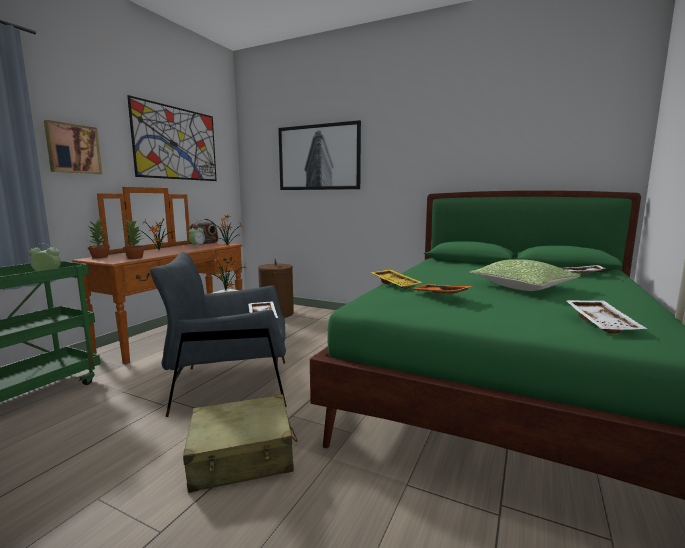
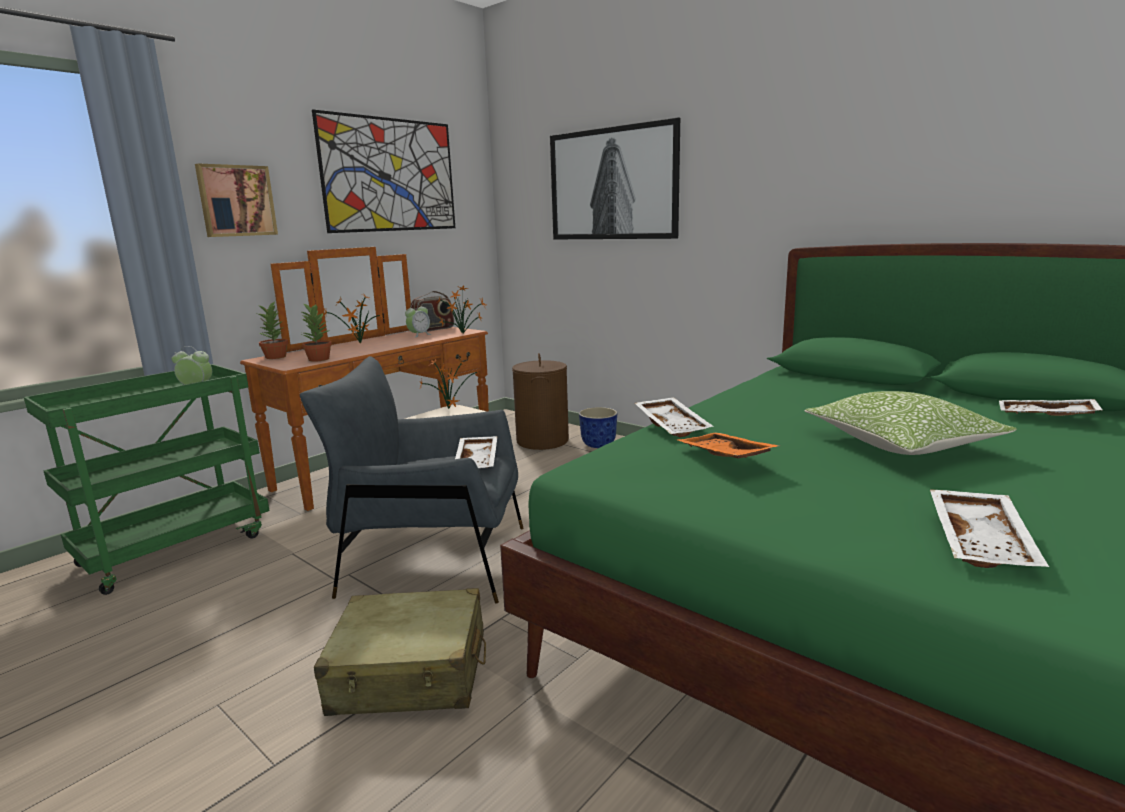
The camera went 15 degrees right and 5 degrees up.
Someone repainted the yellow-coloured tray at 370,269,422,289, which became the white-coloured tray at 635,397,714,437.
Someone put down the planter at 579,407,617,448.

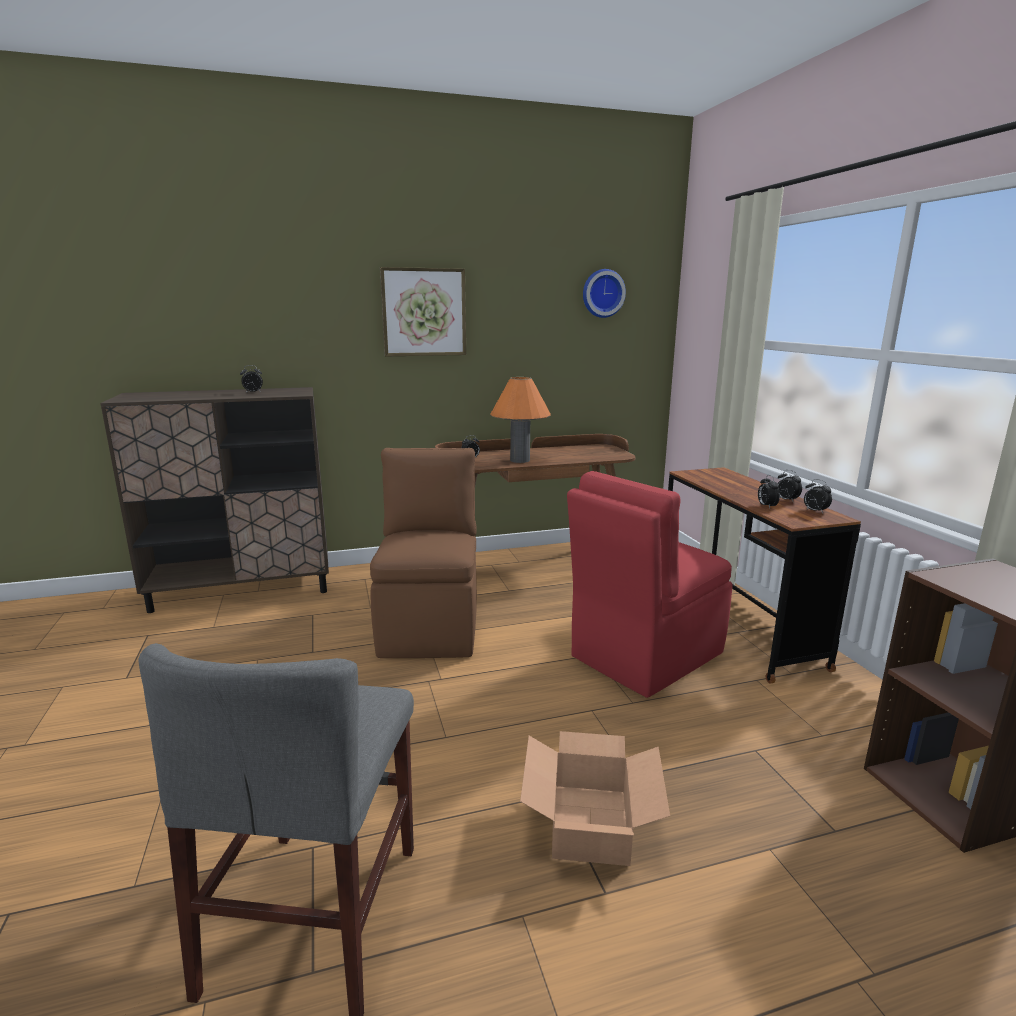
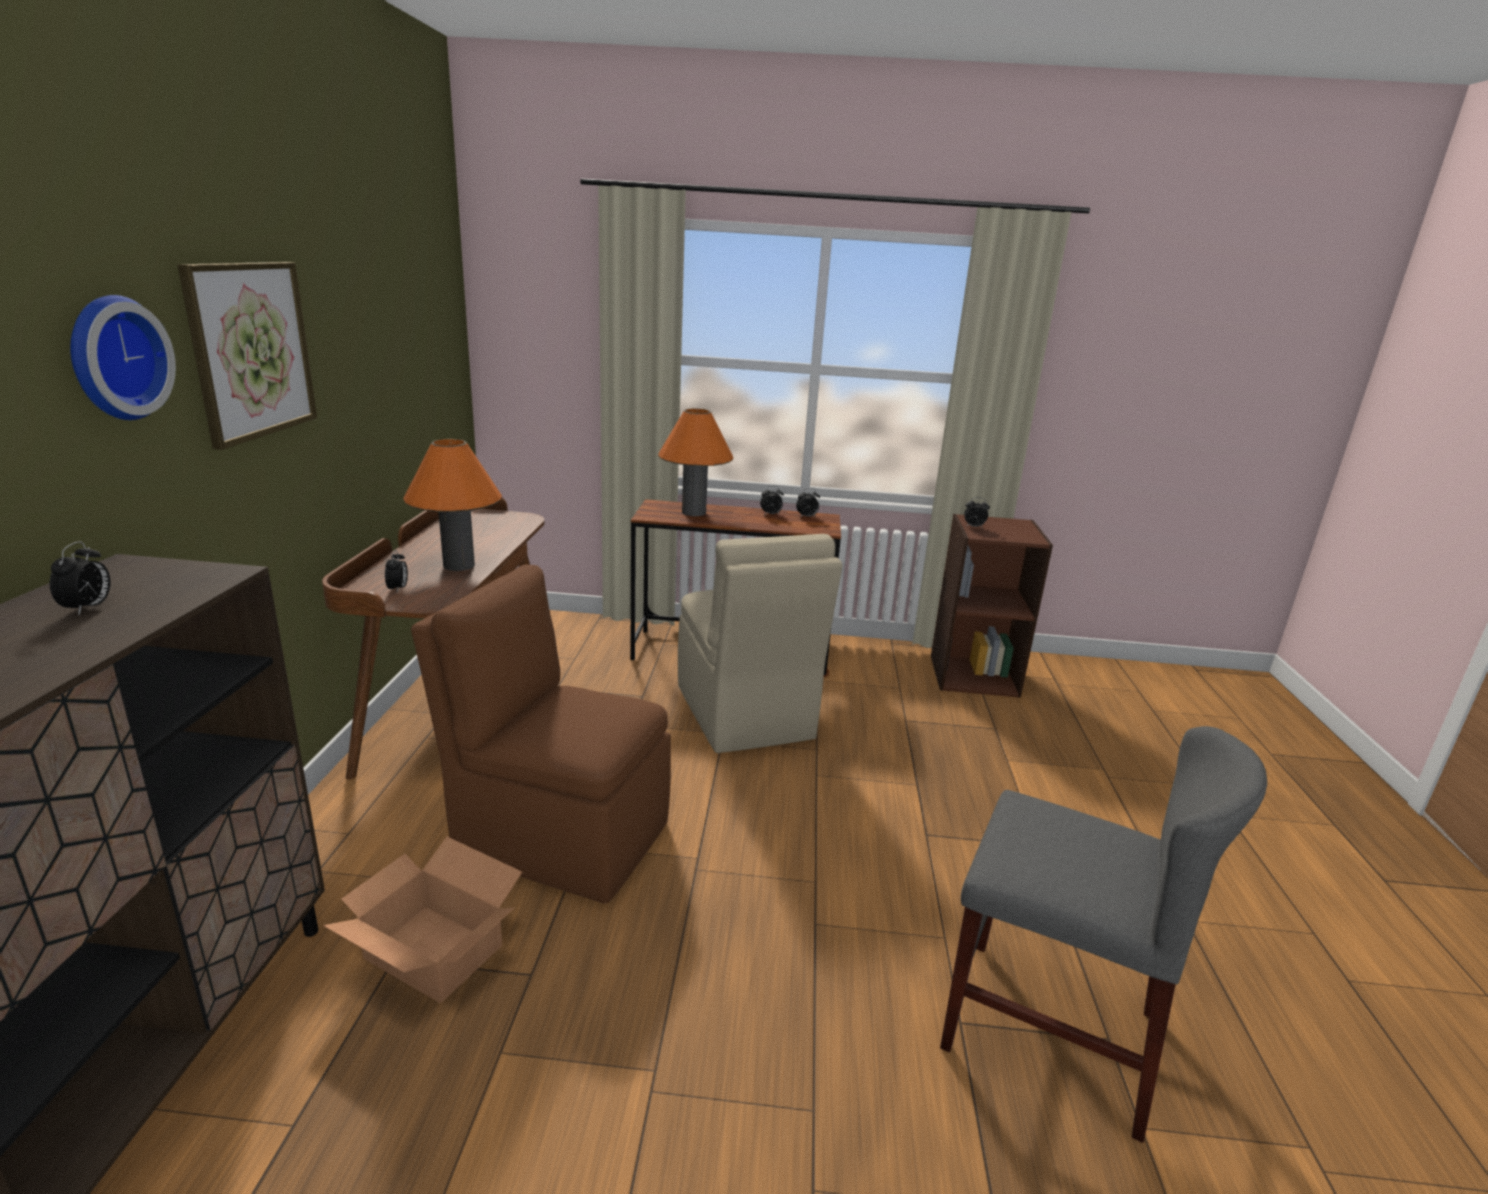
The camera went 70 degrees left and 5 degrees up.
Someone carried the clock on the wall from 583,269,626,318 to 70,295,176,420.
Someone repainted the reddish upright chair at 567,471,733,698, which became the beige upright chair at 678,534,842,753.
Someone carried the table clock from 758,475,780,508 to 964,497,990,529.
Someone carried the packing box from 520,731,670,866 to 323,837,522,1003.
Someone put down the orange table lamp at 658,408,733,516.

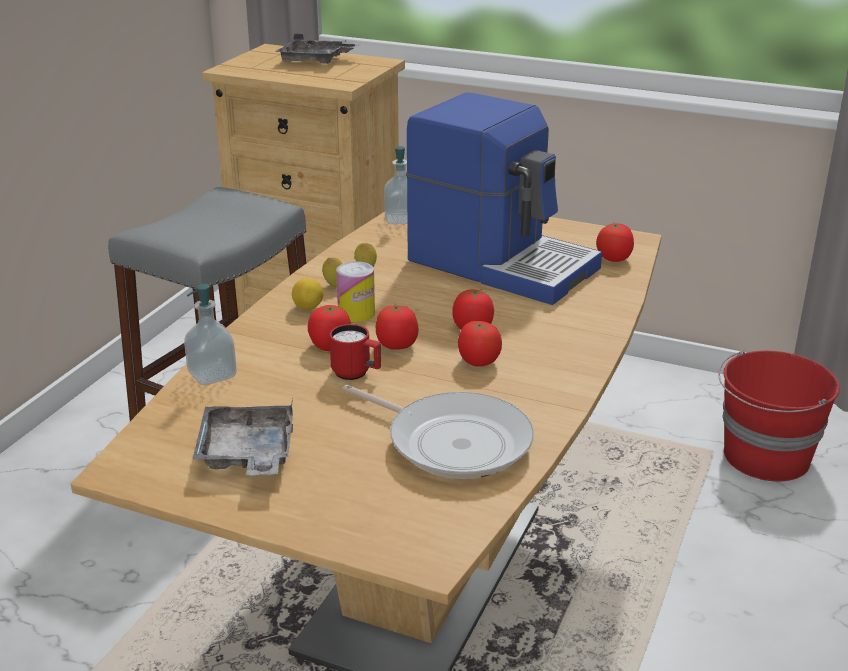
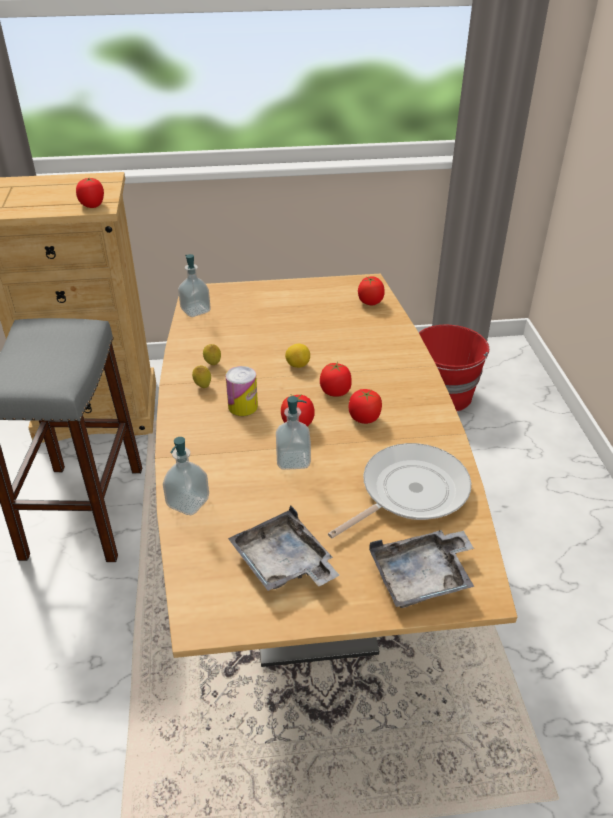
The camera went 30 degrees left and 10 degrees up.
Someone carried the greyish tray from 275,33,361,64 to 369,530,474,608.
Someone took away the coffee brewer at 406,92,602,305.
Someone carried the whole lemon from 292,278,324,310 to 285,344,310,368.
Someone carried the tomato from 308,305,351,351 to 76,178,104,208.
Someone swapped the reddish tea mug at 329,324,381,380 for the soap bottle at 276,396,311,470.
Someone rotated the frying pan at 342,385,534,479 by 45 degrees counterclockwise.

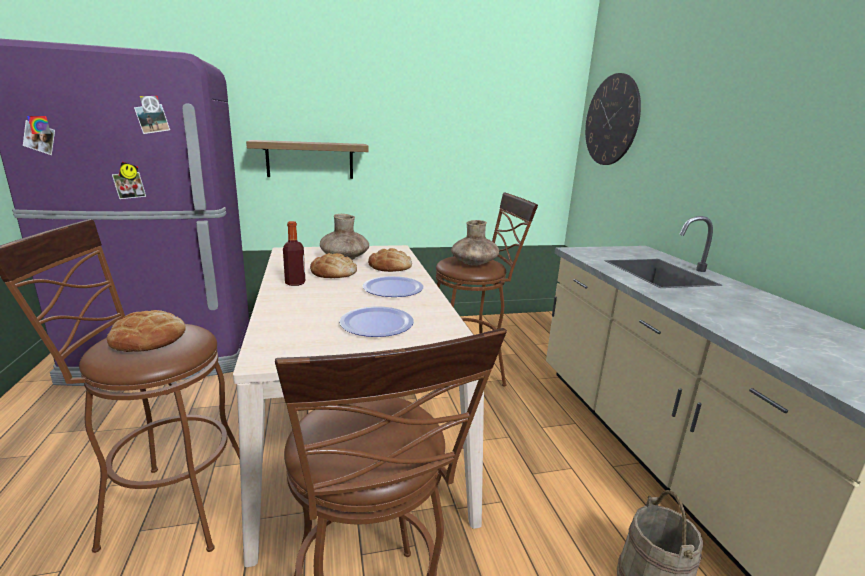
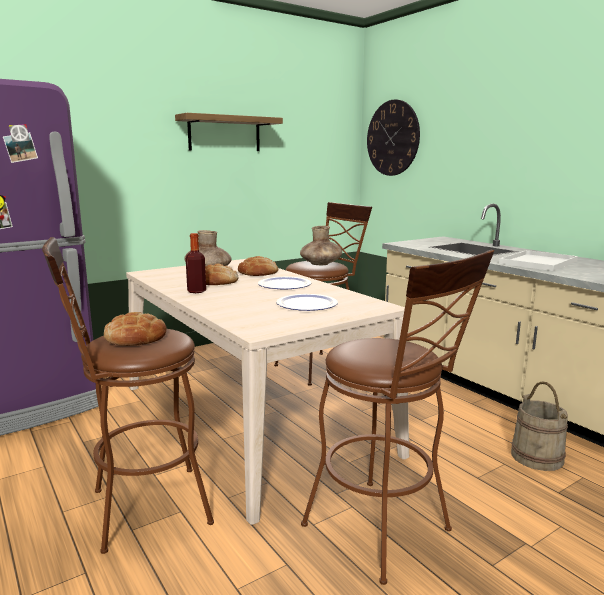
The camera went 20 degrees left and 5 degrees down.
Someone carried the bracket shelf from 246,140,369,179 to 175,113,283,151.
Someone put down the white-coloured tray at 499,250,578,271.

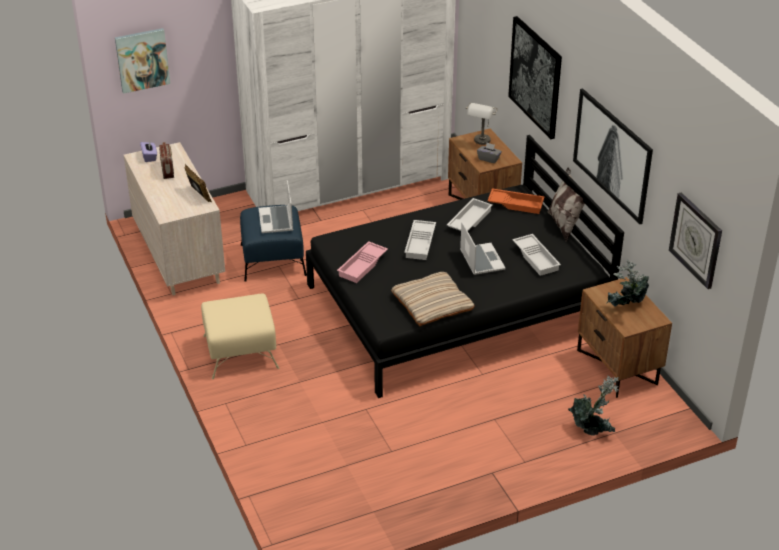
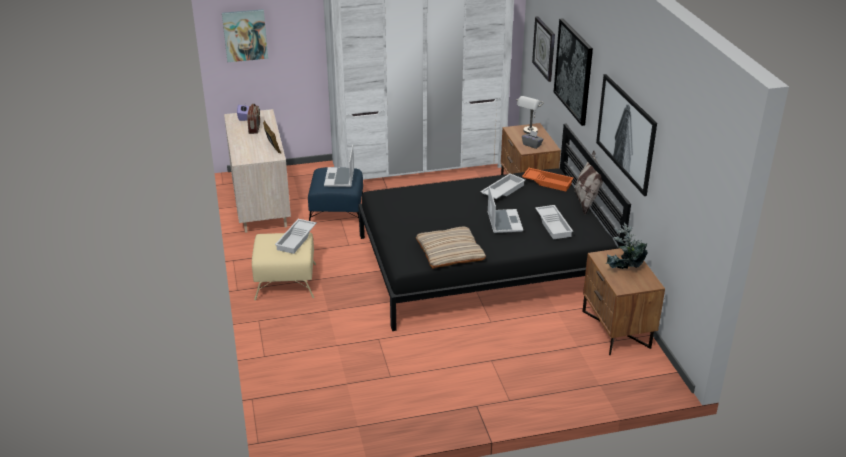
The camera went 10 degrees right and 5 degrees down.
Someone carried the clock on the wall from 669,192,722,289 to 532,16,555,82.
Someone carried the white-coloured tray from 404,220,436,260 to 275,219,317,254.
Someone took away the pink tray at 337,241,388,283.
Someone took away the potted plant at 568,376,619,436.

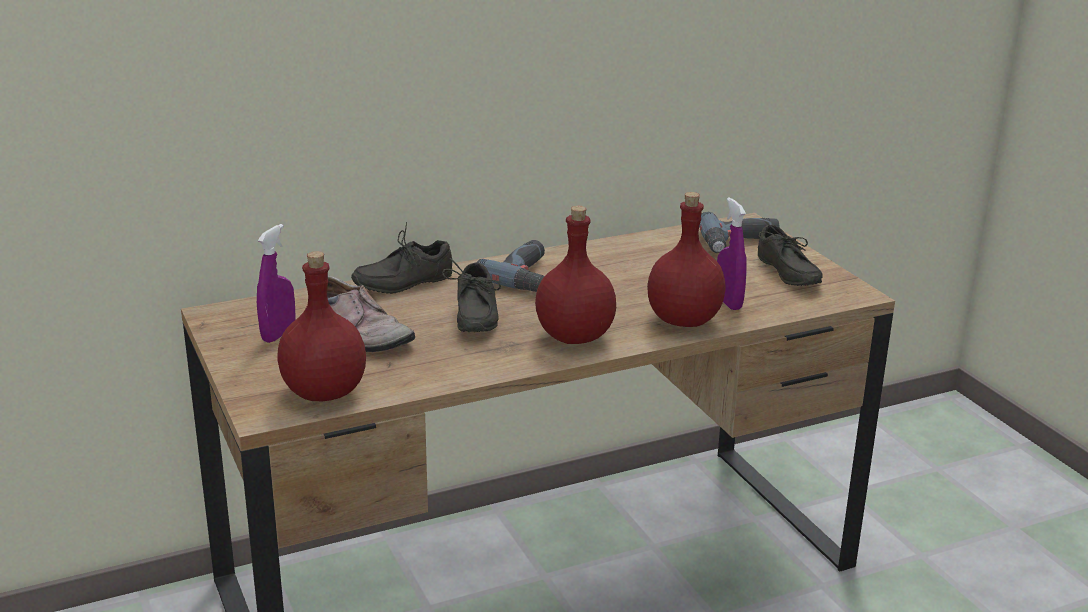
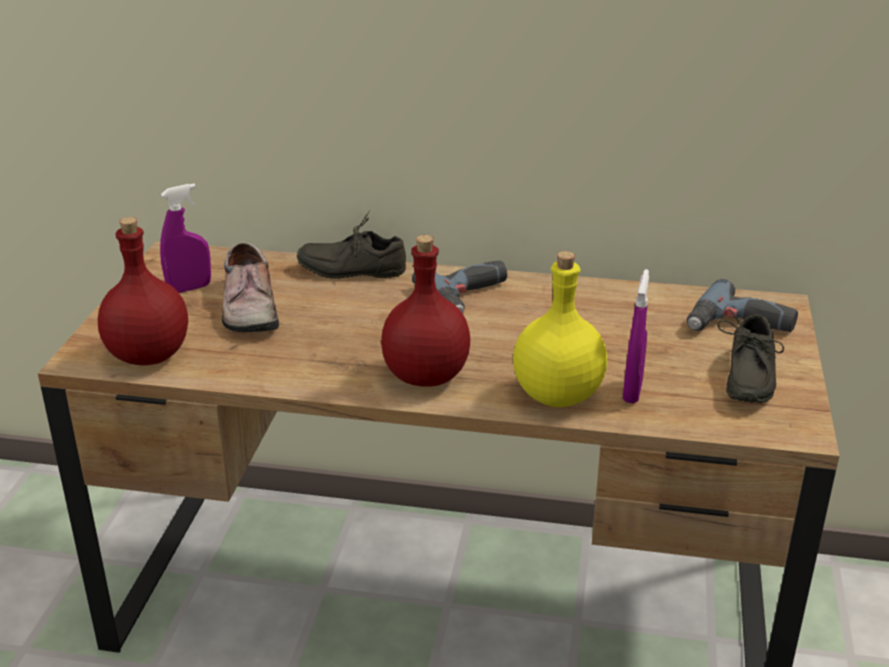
The camera went 35 degrees right and 5 degrees up.
Someone repainted the reddish bottle at 647,192,726,327, which became the yellow-coloured bottle at 513,251,607,407.
Someone took away the greyish item of footwear at 442,258,501,332.

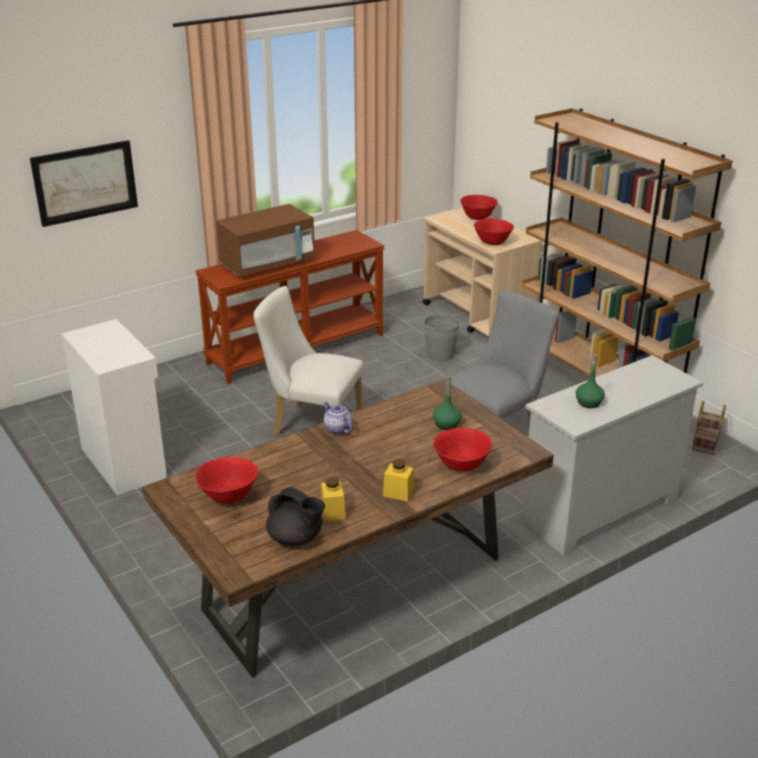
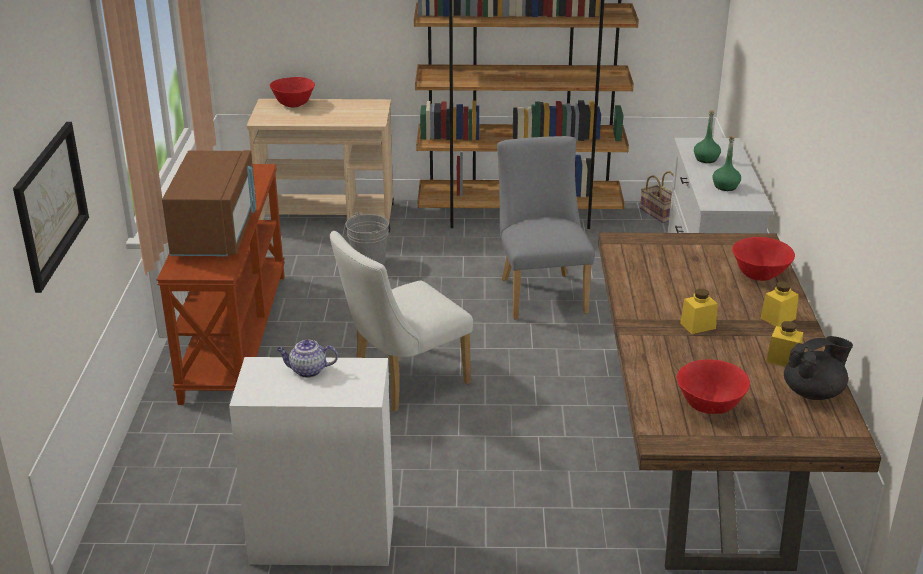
The camera went 55 degrees left and 0 degrees up.
Someone took away the reddish bowl at 474,218,514,245.
Someone carried the greenish bottle from 433,375,462,430 to 694,110,721,163.
Someone carried the teapot from 324,402,352,435 to 276,340,338,378.
Someone put down the yellow-coloured preserve jar at 680,289,718,334.

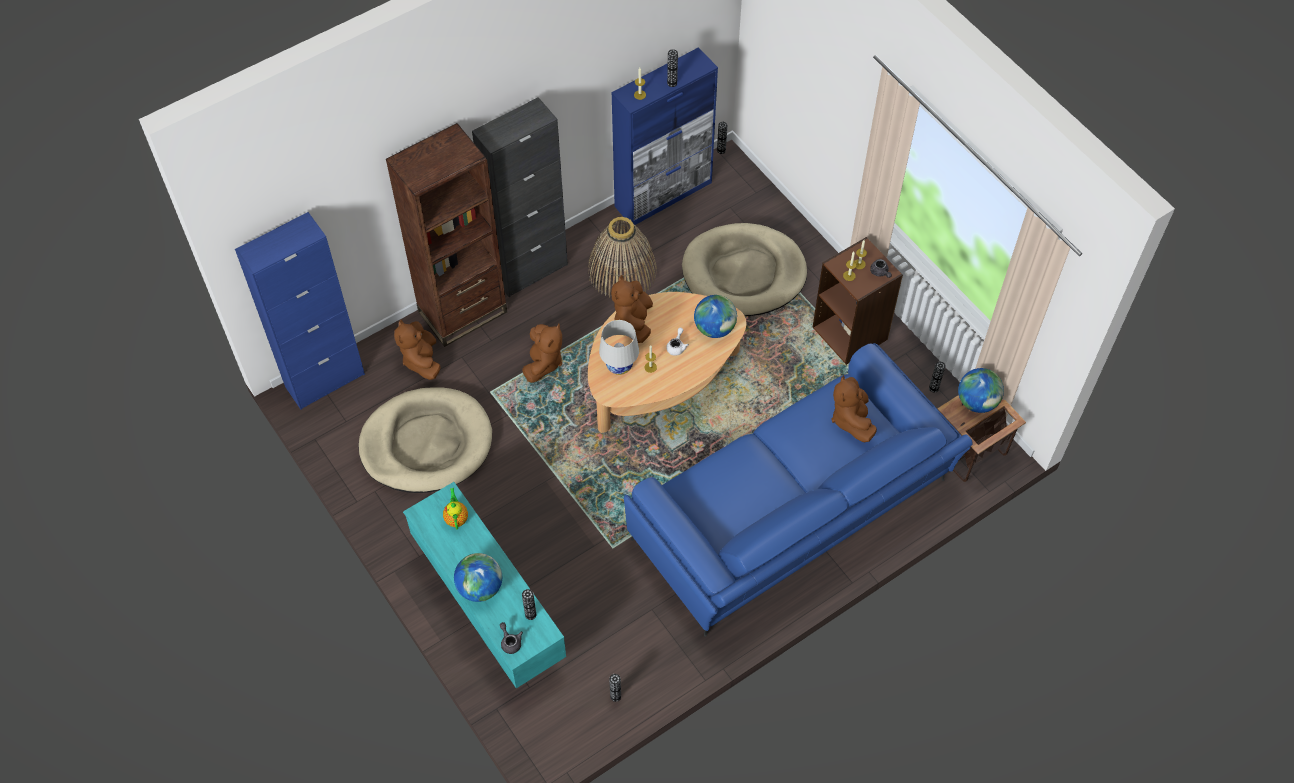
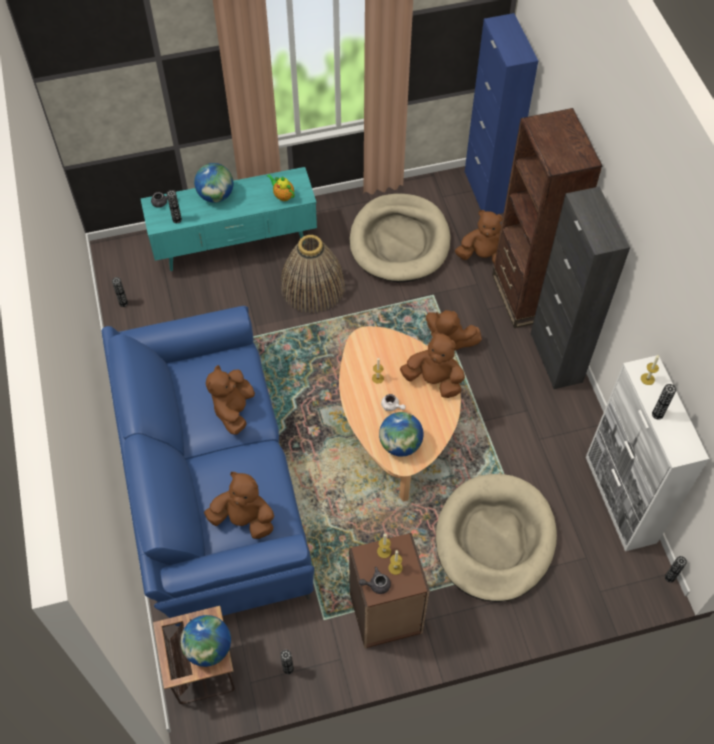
The camera went 110 degrees right and 0 degrees up.
Someone repainted the bluish cabinet at 611,47,718,225, which became the white-coloured cabinet at 586,355,709,551.
Someone carried the basket from 588,217,657,298 to 281,235,345,313.
Someone took away the white-coloured table lamp at 599,320,639,375.
Someone rotated the teapot at 443,488,468,530 by 150 degrees counterclockwise.
Someone put down the brown plush toy at 206,365,255,434.

